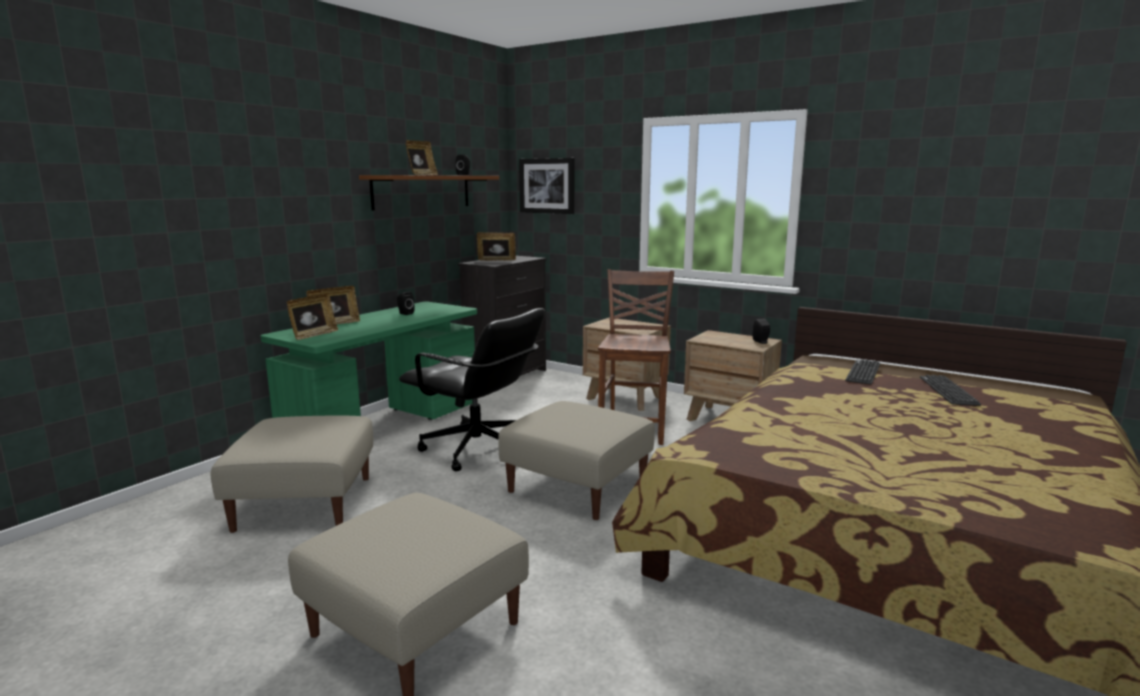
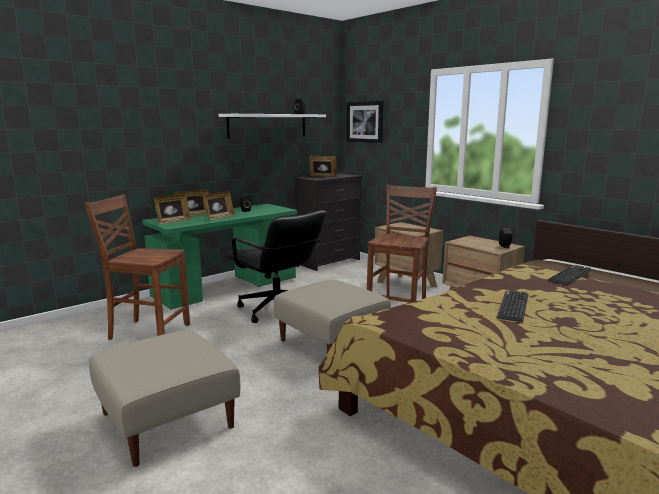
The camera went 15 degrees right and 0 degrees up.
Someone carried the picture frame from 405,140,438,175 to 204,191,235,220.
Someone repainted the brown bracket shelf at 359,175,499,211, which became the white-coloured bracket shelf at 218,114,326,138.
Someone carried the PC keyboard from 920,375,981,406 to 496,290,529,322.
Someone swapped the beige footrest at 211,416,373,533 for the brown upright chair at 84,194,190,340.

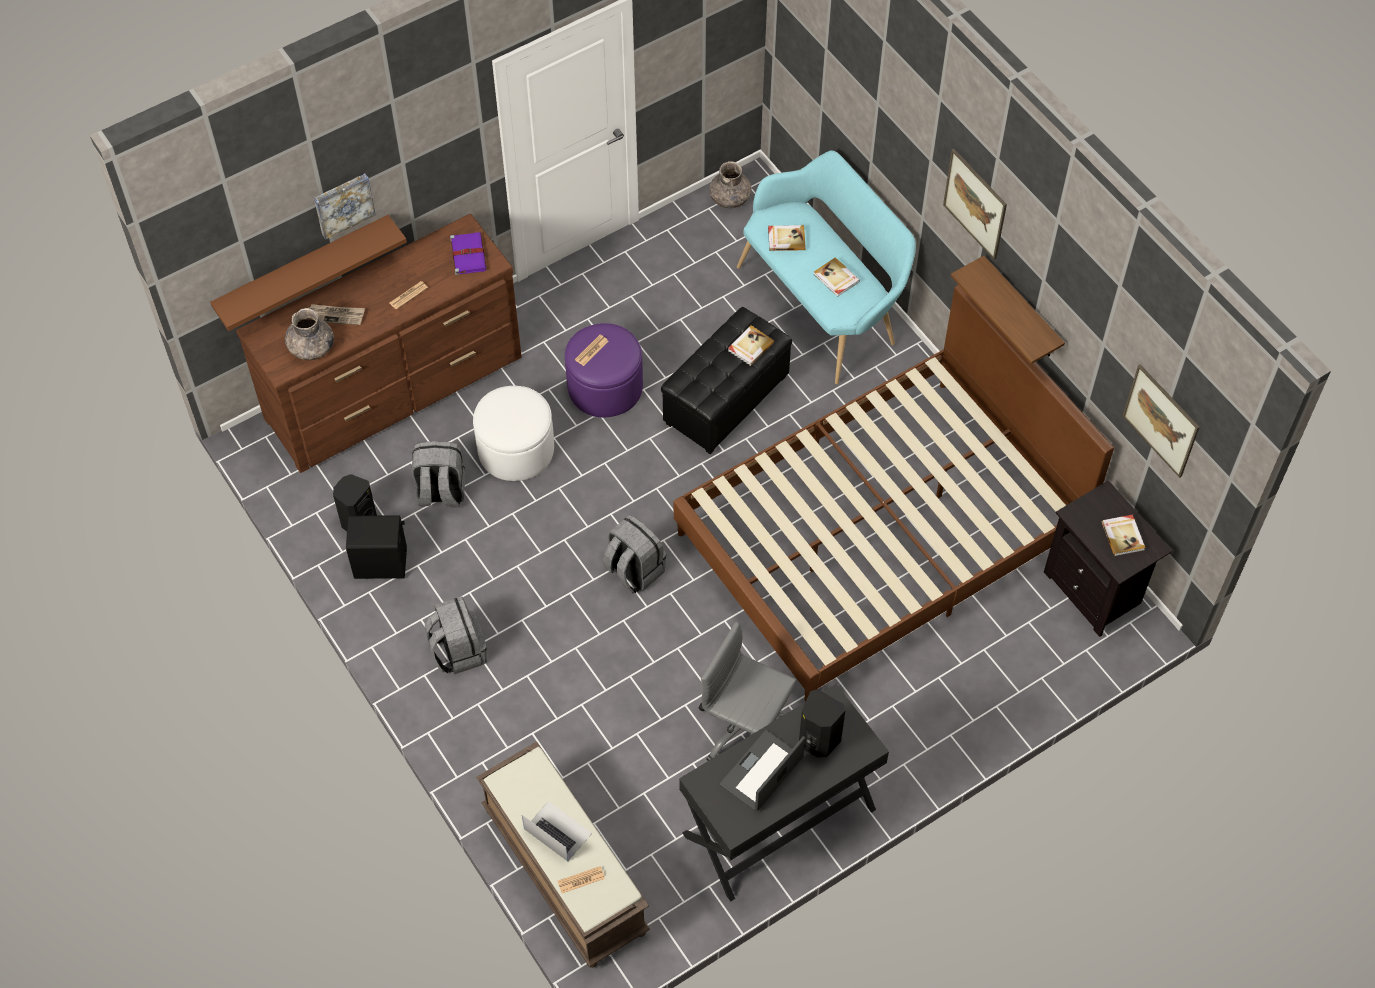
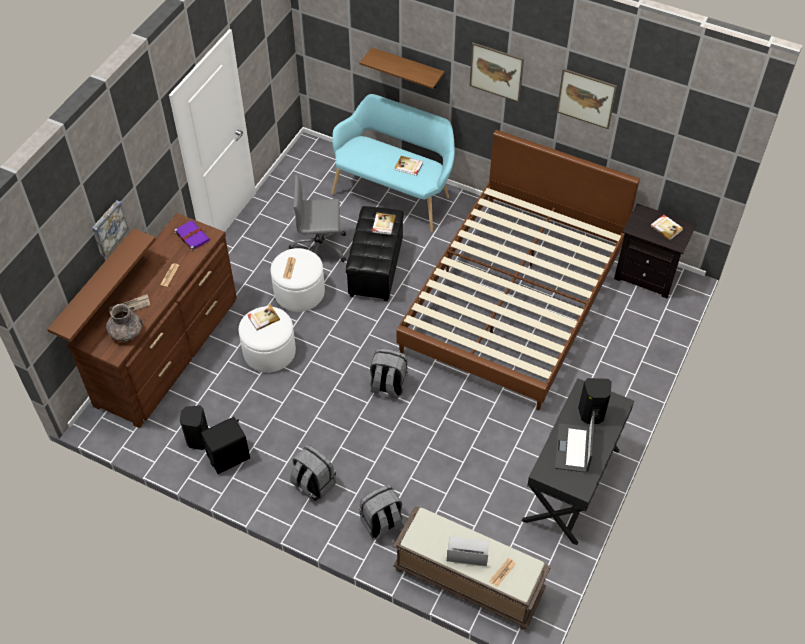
The camera went 30 degrees left and 5 degrees down.
Someone took away the greyish vase at 709,162,751,208.
Someone carried the bound book from 768,225,806,251 to 248,305,280,330.
Someone carried the bracket shelf from 951,256,1065,364 to 360,47,444,89.
Someone repainted the purple-coloured footrest at 565,323,643,417, which became the white-coloured footrest at 271,248,325,312.
Someone carried the picture from 1123,364,1199,478 to 557,69,617,129.
Someone carried the greyish backpack from 412,441,465,508 to 359,485,404,541.
Someone carried the greyish computer chair from 698,621,797,761 to 289,175,346,262.

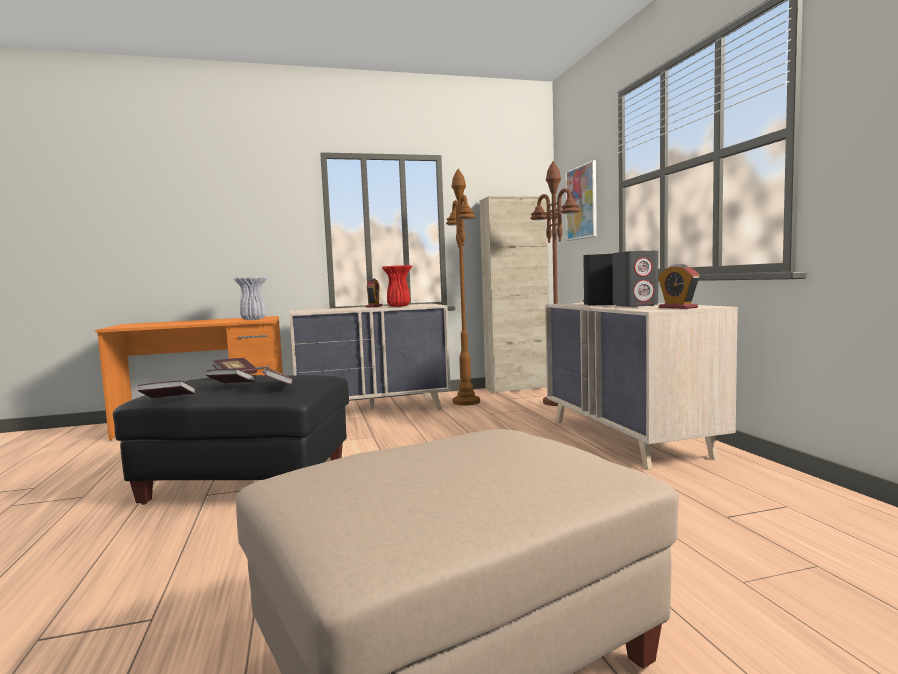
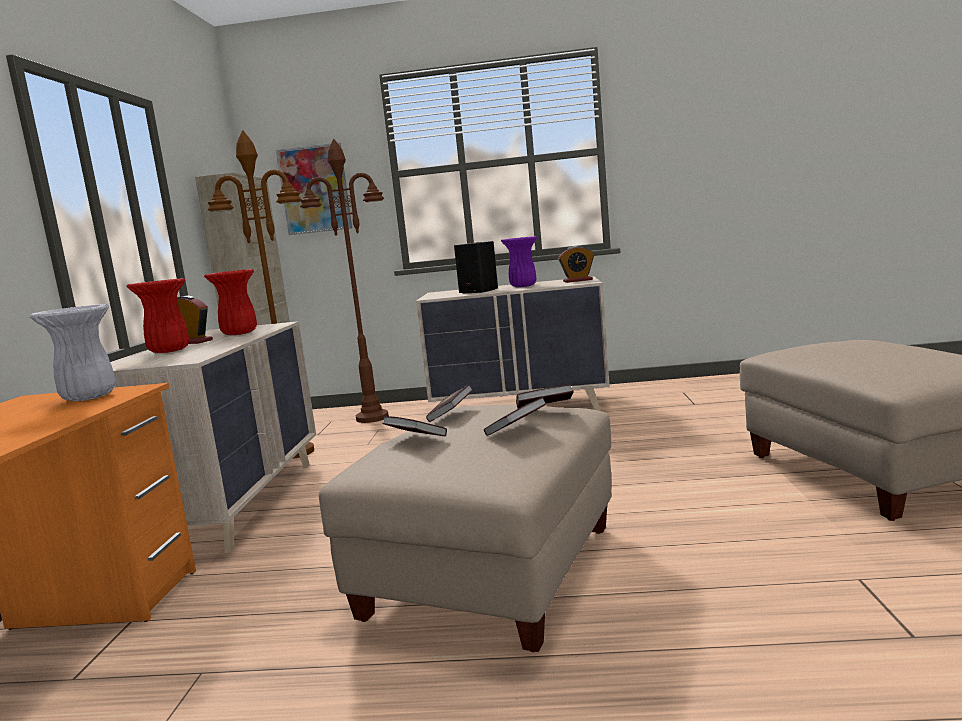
The camera went 70 degrees left and 5 degrees up.
Someone swapped the greyish loudspeaker at 613,250,658,307 for the purple-coloured vase at 501,236,537,287.
Someone repainted the blackish footrest at 113,375,349,505, which became the beige footrest at 319,405,612,652.
Someone carried the bound book from 138,381,196,398 to 426,384,473,422.
Someone put down the reddish vase at 126,278,189,353.

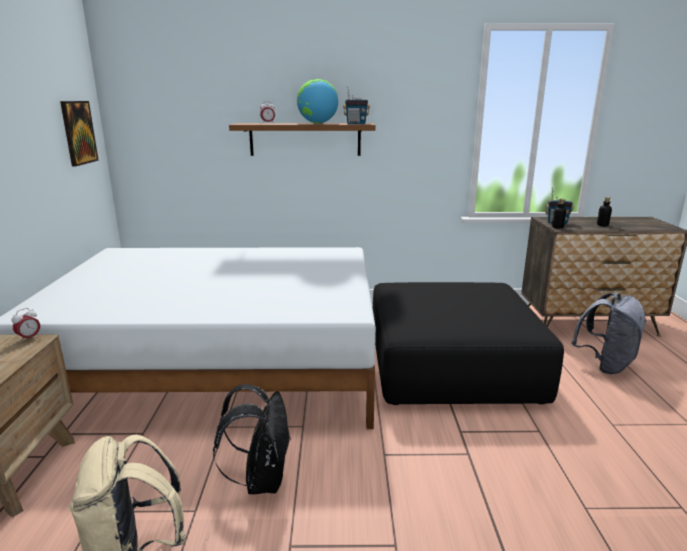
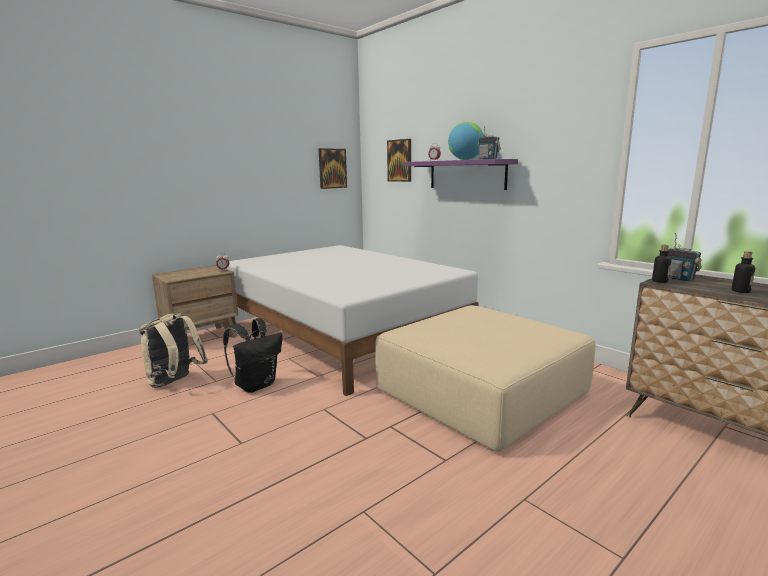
The camera went 50 degrees right and 5 degrees down.
Someone repainted the brown bracket shelf at 229,123,375,156, which became the purple-coloured bracket shelf at 403,159,518,190.
Someone repainted the blackish footrest at 373,282,564,405, which became the beige footrest at 375,305,595,451.
Someone took away the greyish backpack at 571,293,647,374.
Someone put up the picture at 387,139,411,182.

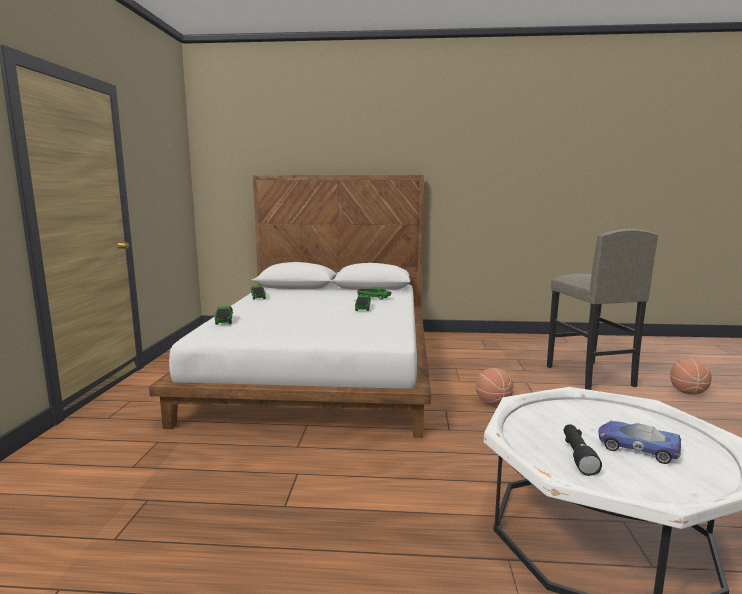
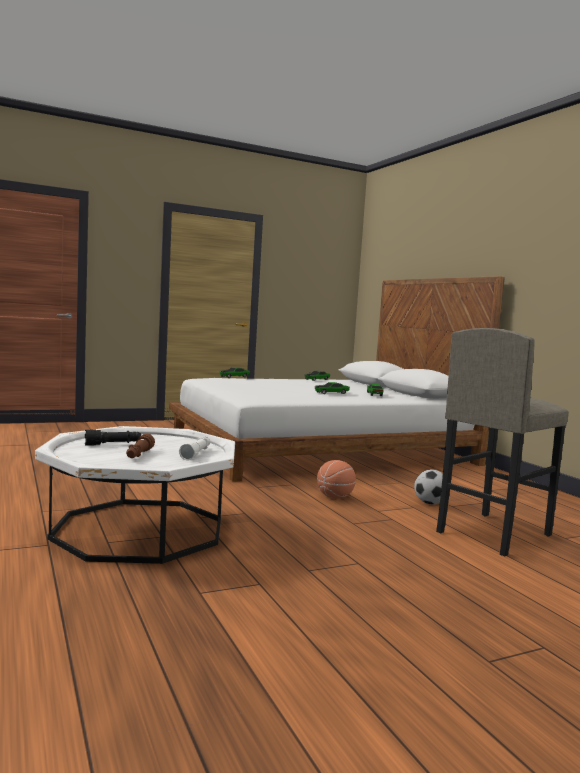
The camera went 60 degrees right and 5 degrees down.
Someone took away the basketball at 670,359,712,395.
Someone swapped the model car at 598,421,681,464 for the brown torch at 126,434,155,458.
Someone put down the white-coloured torch at 179,437,210,460.
Someone put down the football ball at 414,469,443,505.

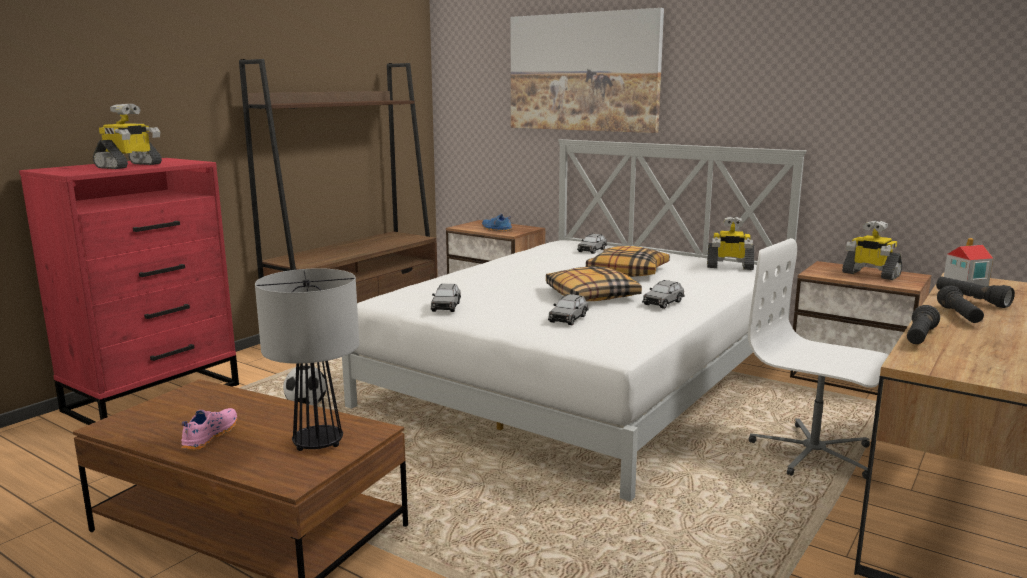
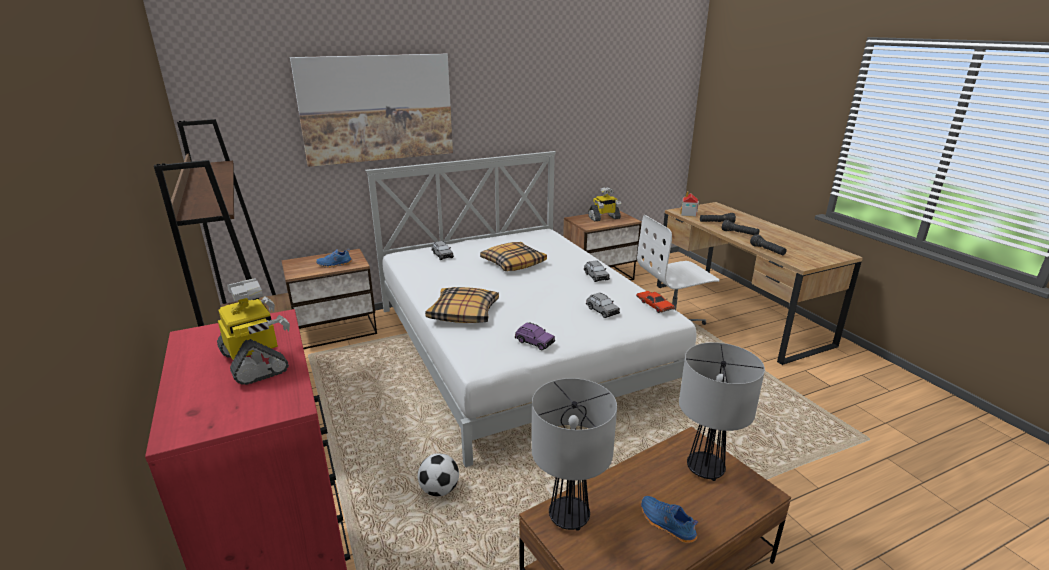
The camera went 60 degrees left and 10 degrees up.
Someone took away the robot figure at 707,216,754,270.
Someone carried the throw pillow from 546,266,642,301 to 425,287,499,323.
Someone repainted the greyish model car at 431,284,461,312, which became the purple-coloured model car at 515,322,555,350.
Someone repainted the pink item of footwear at 181,408,237,450, which became the bluish item of footwear at 641,496,698,543.
Someone put down the reddish model car at 636,291,675,313.
Someone put down the table lamp at 531,378,617,531.

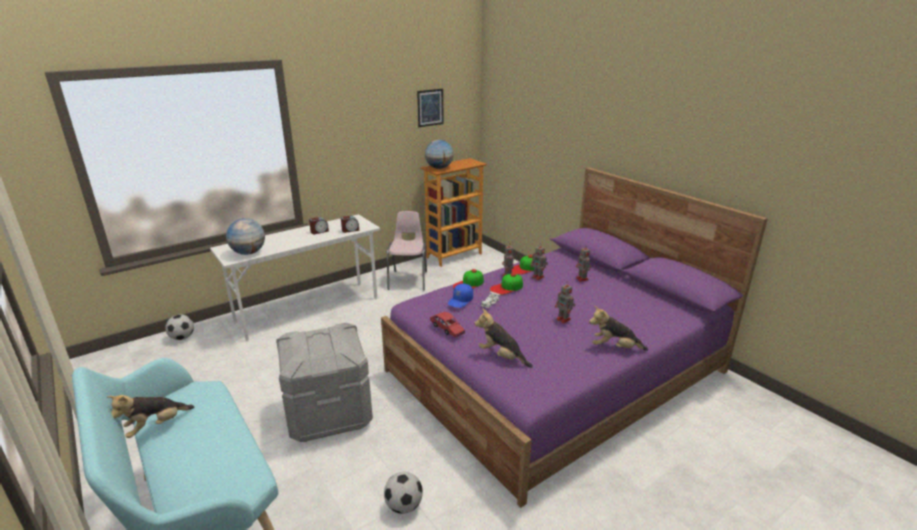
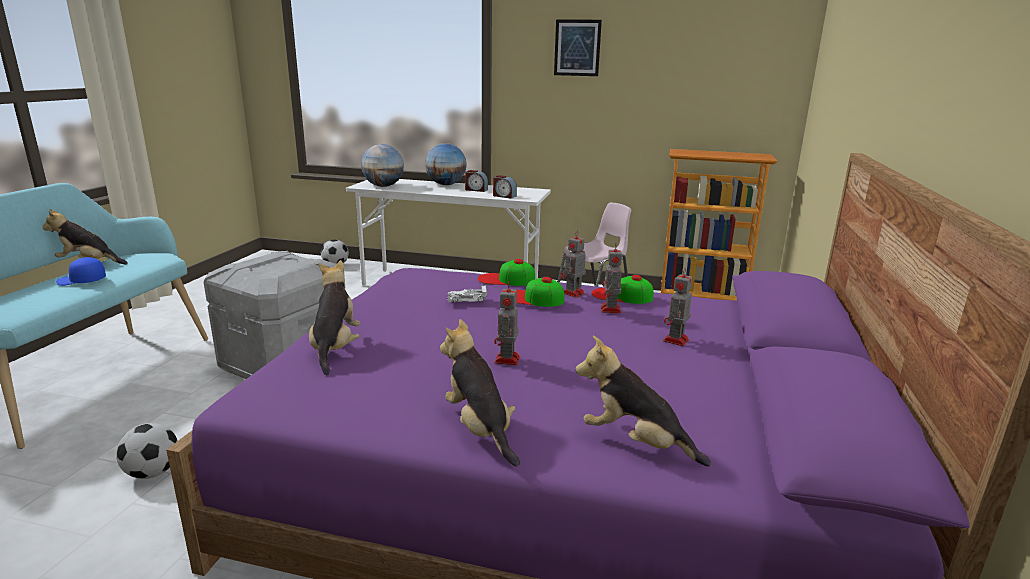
The camera went 50 degrees right and 5 degrees down.
Someone carried the picture from 417,89,444,127 to 554,19,602,76.
Someone carried the desk globe from 425,140,454,169 to 425,143,467,185.
Someone carried the bluish peaked cap from 448,283,473,308 to 56,257,106,286.
Someone took away the reddish model car at 430,312,465,338.
Someone put down the plush toy at 575,336,711,466.

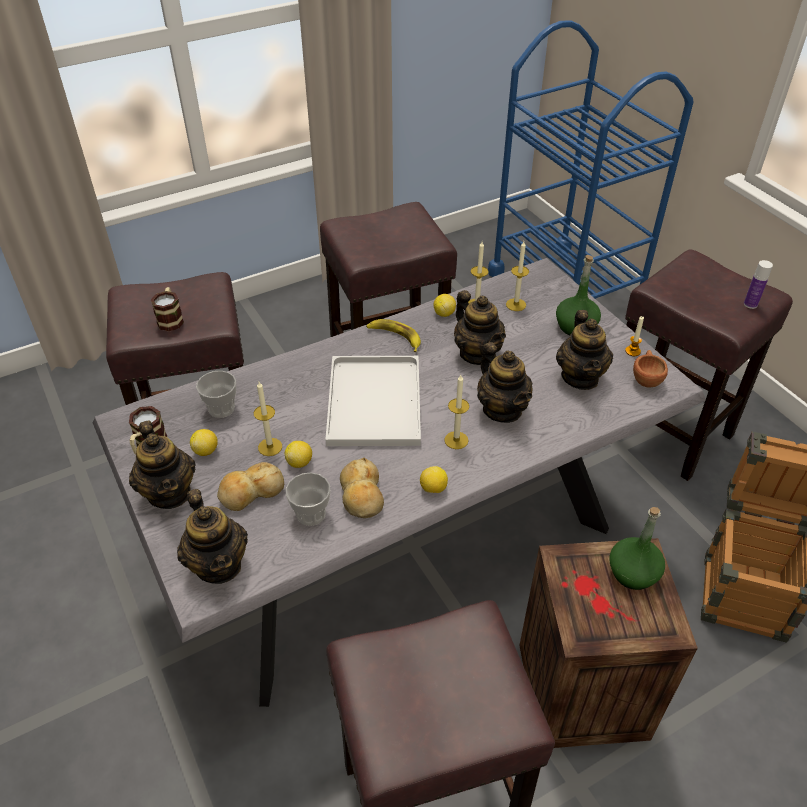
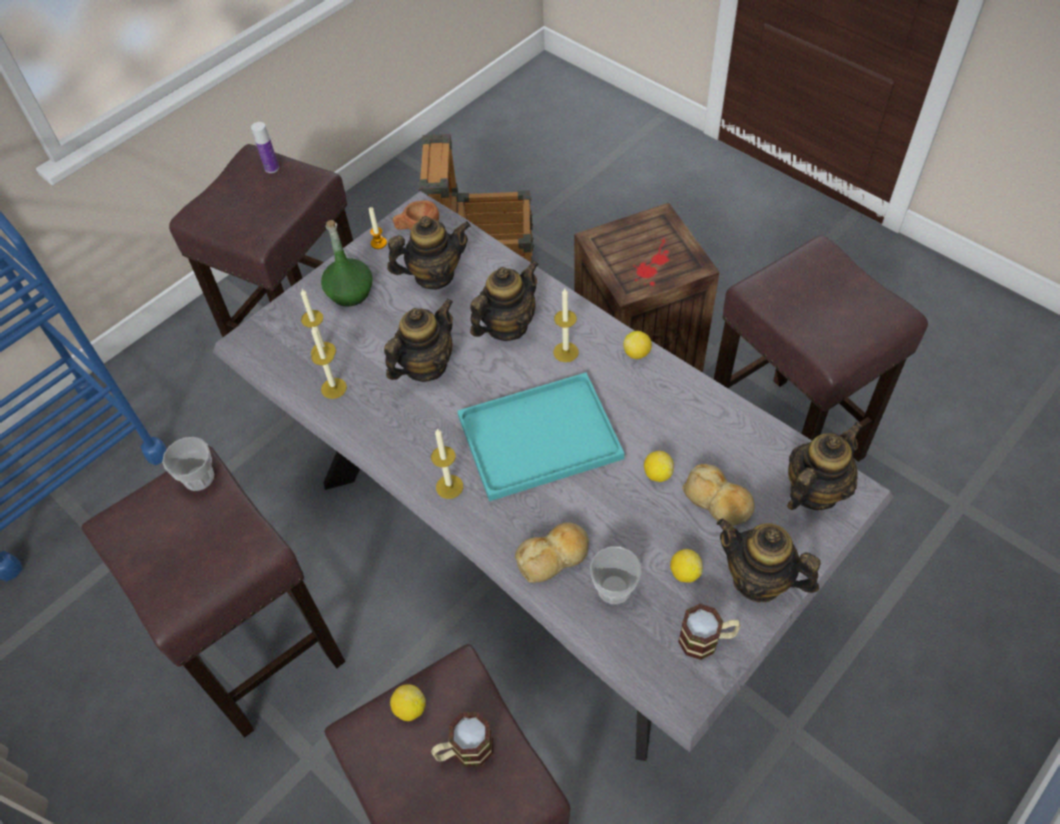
The camera went 105 degrees left and 10 degrees up.
Someone carried the whole lemon from 433,294,456,317 to 390,684,426,721.
Someone took away the banana at 366,319,421,352.
Someone repainted the white-coloured tray at 325,356,421,446, which became the turquoise-coloured tray at 458,373,624,501.
Someone carried the wax light from 254,382,282,456 to 431,428,463,499.
Someone rotated the teapot at 129,421,196,509 by 105 degrees counterclockwise.
Someone carried the baked bread from 340,458,384,518 to 515,522,589,583.
Someone carried the cup from 286,473,330,526 to 162,437,214,491.
Someone took away the greenish bottle at 610,507,665,590.

